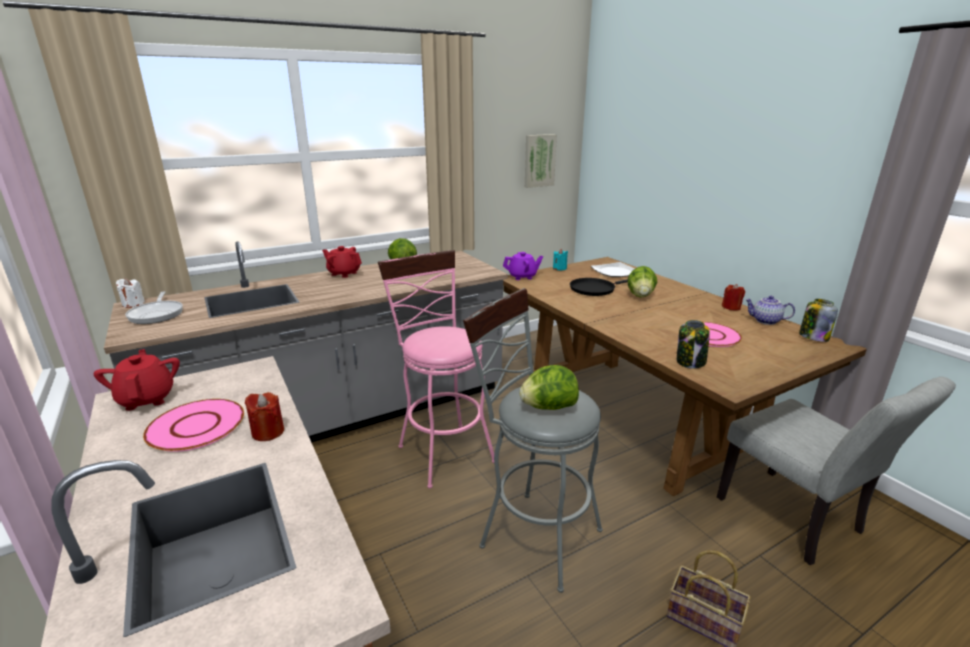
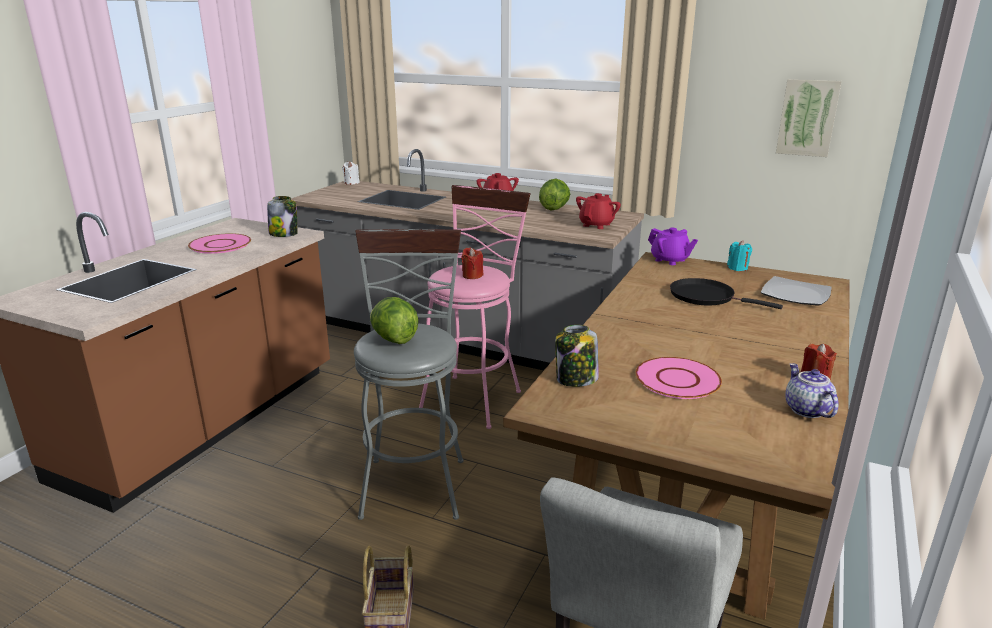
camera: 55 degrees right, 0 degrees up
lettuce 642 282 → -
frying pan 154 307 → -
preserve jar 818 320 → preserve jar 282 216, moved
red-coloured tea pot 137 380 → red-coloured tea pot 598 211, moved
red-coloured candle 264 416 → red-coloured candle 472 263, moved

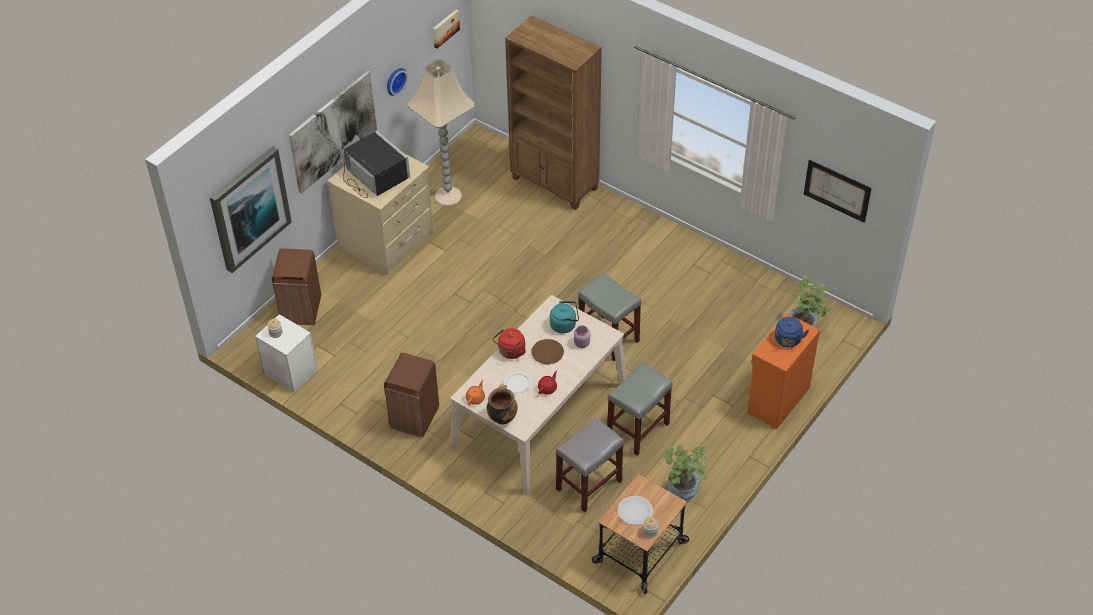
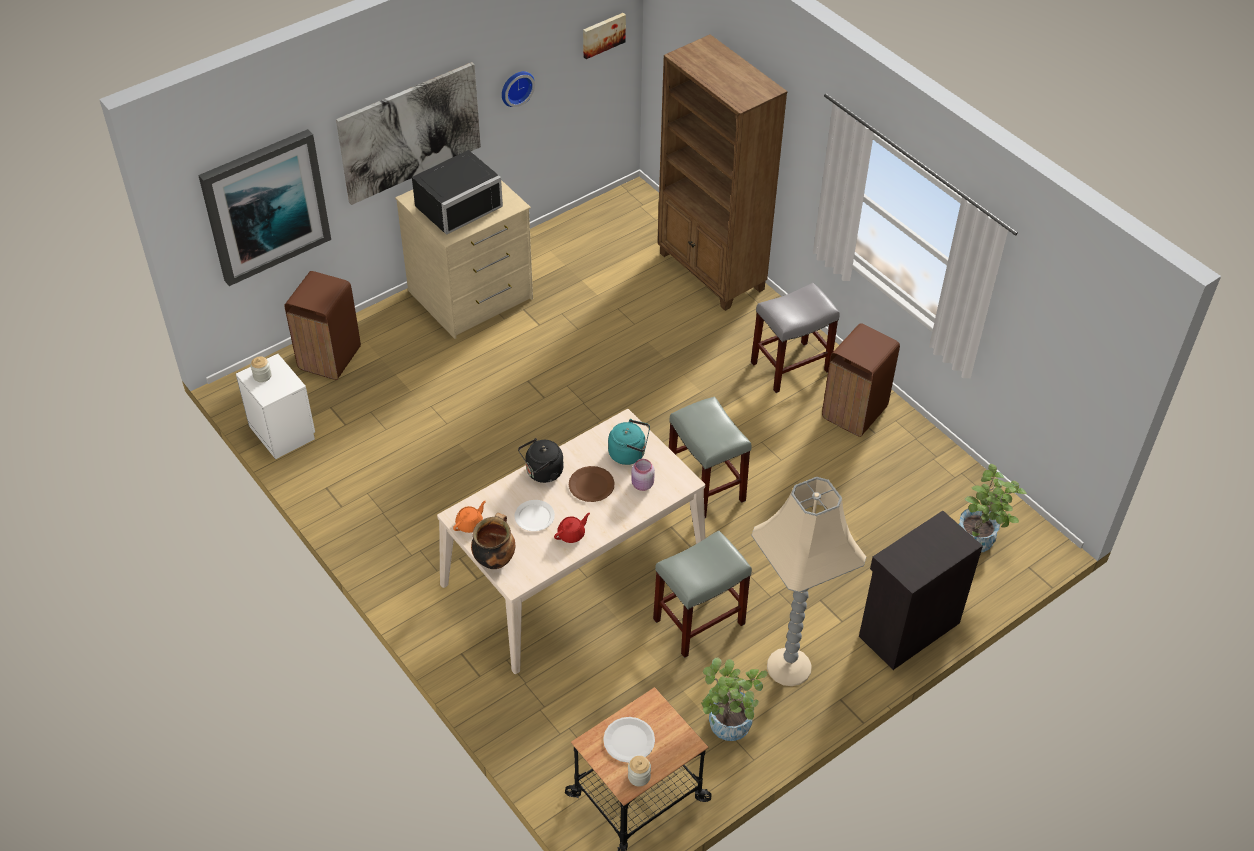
camera: 15 degrees right, 0 degrees up
beige floor lamp 441 132 → beige floor lamp 808 581, moved
black kitchen microwave 376 164 → black kitchen microwave 457 192, 75 degrees clockwise
picture 838 191 → -
orangey storage cabinet 783 371 → black storage cabinet 921 590
blue-coloured water kettle 792 332 → -
red-coloured water kettle 509 343 → black water kettle 540 460
brownish trash can 411 395 → brownish trash can 861 380, moved
greyish stool seat 590 465 → greyish stool seat 795 338, moved

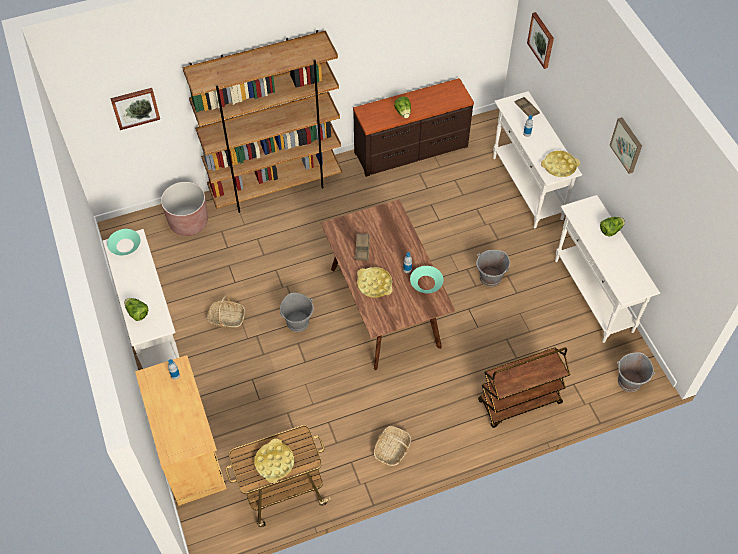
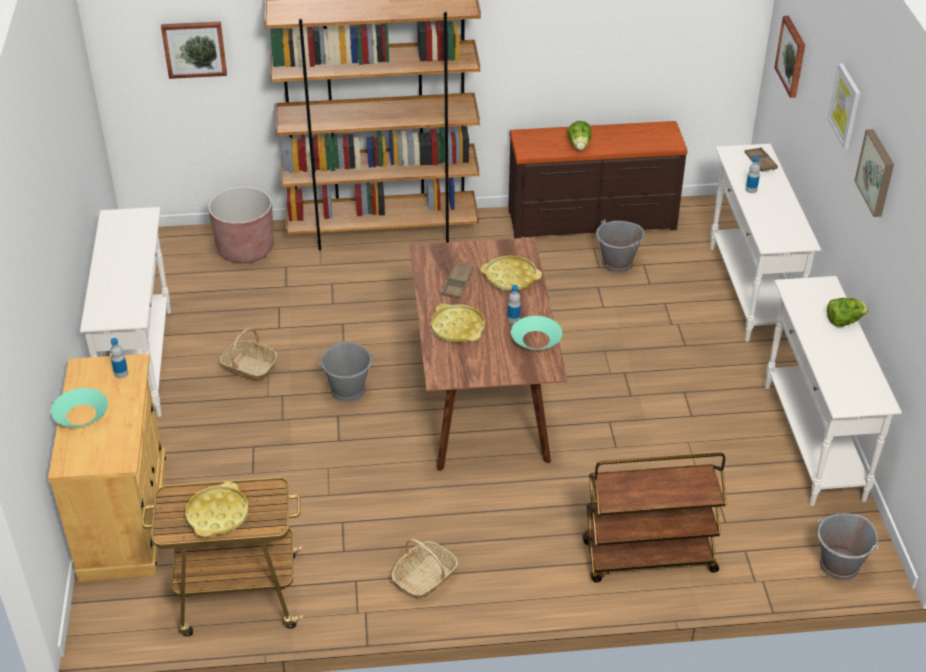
camera: 15 degrees right, 15 degrees down
yellow-coloured carrying tray 560 164 → yellow-coloured carrying tray 511 273, moved
blue-green serving bowl 123 242 → blue-green serving bowl 79 407, moved
greyish water bucket 493 268 → greyish water bucket 620 246, moved
lettuce 136 309 → -
- → picture 844 106

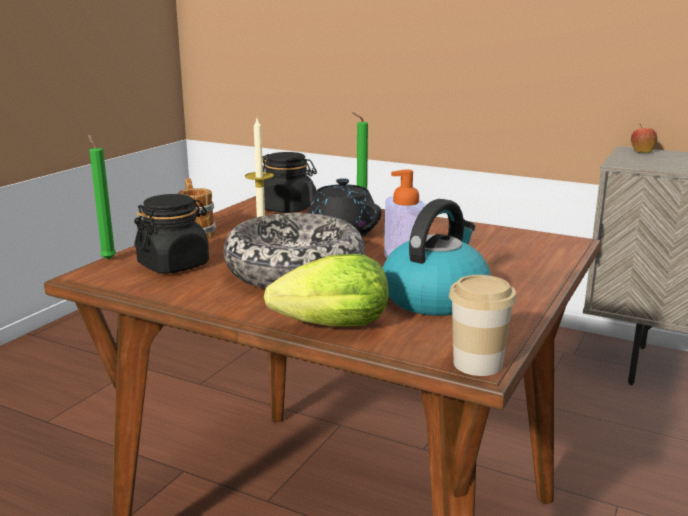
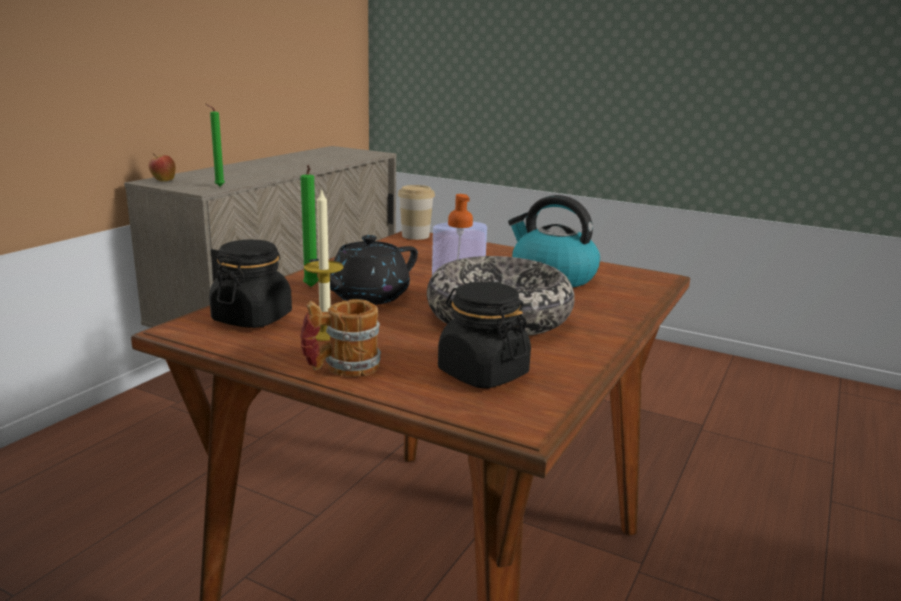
camera: 90 degrees left, 0 degrees up
greenish candle 102 197 → greenish candle 215 145, moved
lettuce 326 290 → -
drinking cup 483 325 → drinking cup 416 212, moved

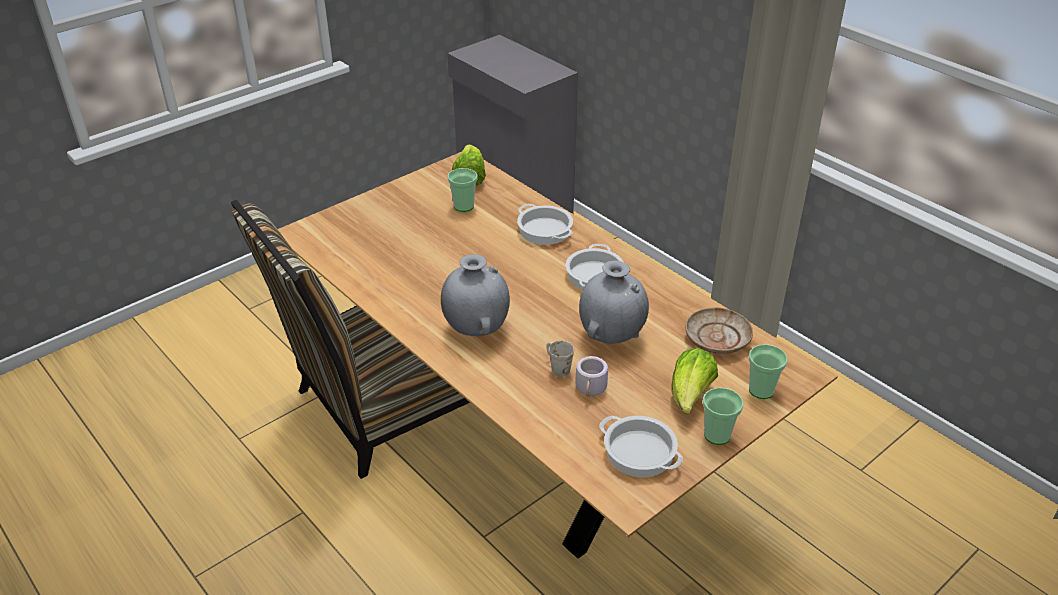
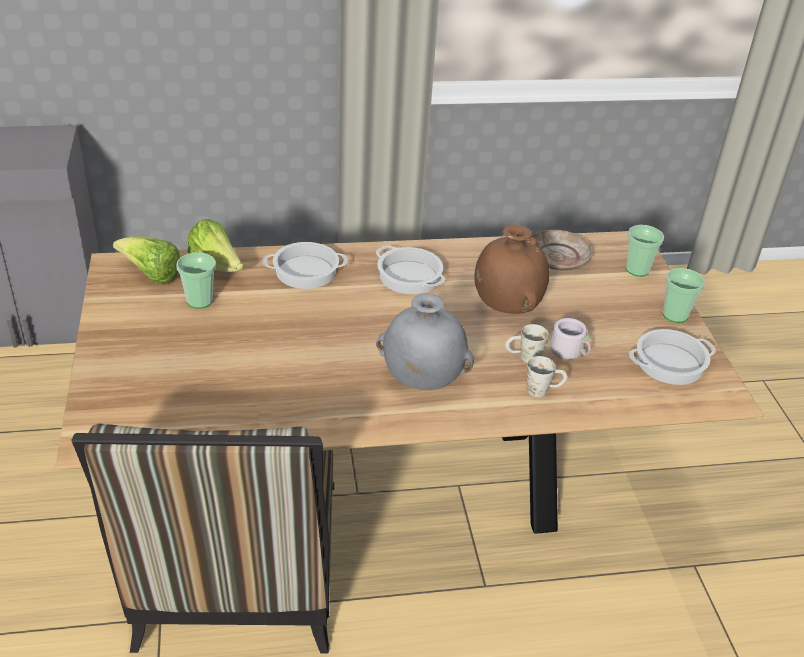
camera: 60 degrees left, 0 degrees up
greyish vase 614 302 → brownish vase 512 269
lettuce 694 381 → lettuce 215 245, moved
- → white-coloured mug 547 376

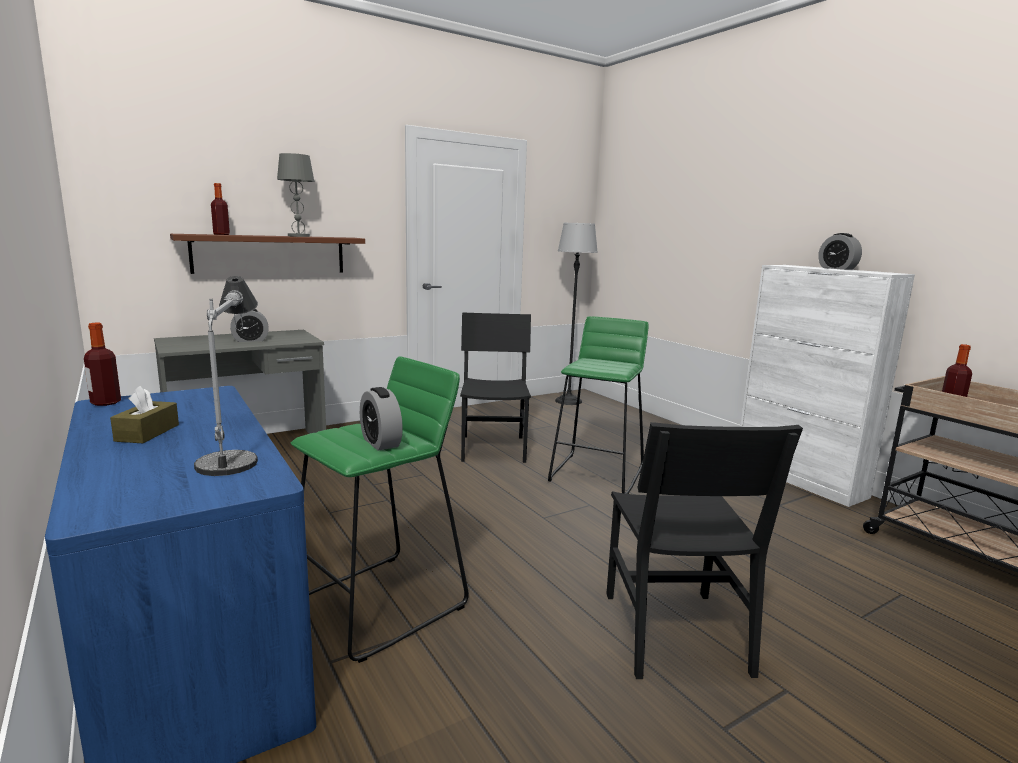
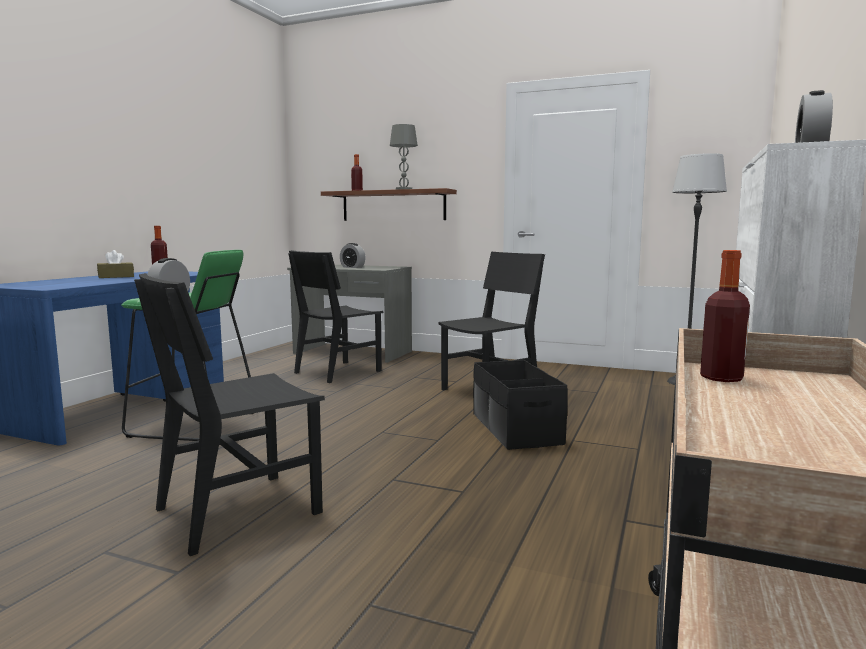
camera: 55 degrees right, 5 degrees down
table lamp 226 376 → -
greenish stool seat 598 405 → black storage box 520 405
- → black plain chair 336 316

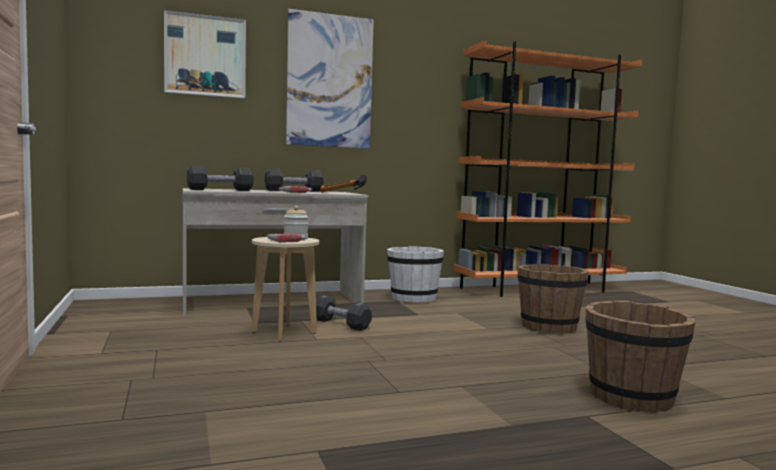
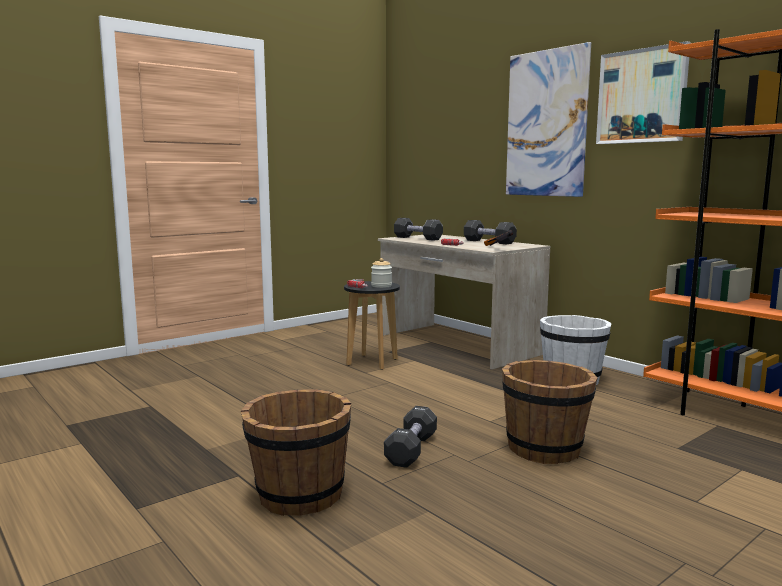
camera: 70 degrees right, 5 degrees up
picture 205 54 → picture 643 92, moved
beige stool seat 285 289 → black stool seat 372 325
black free weight 344 313 → black free weight 410 437, moved

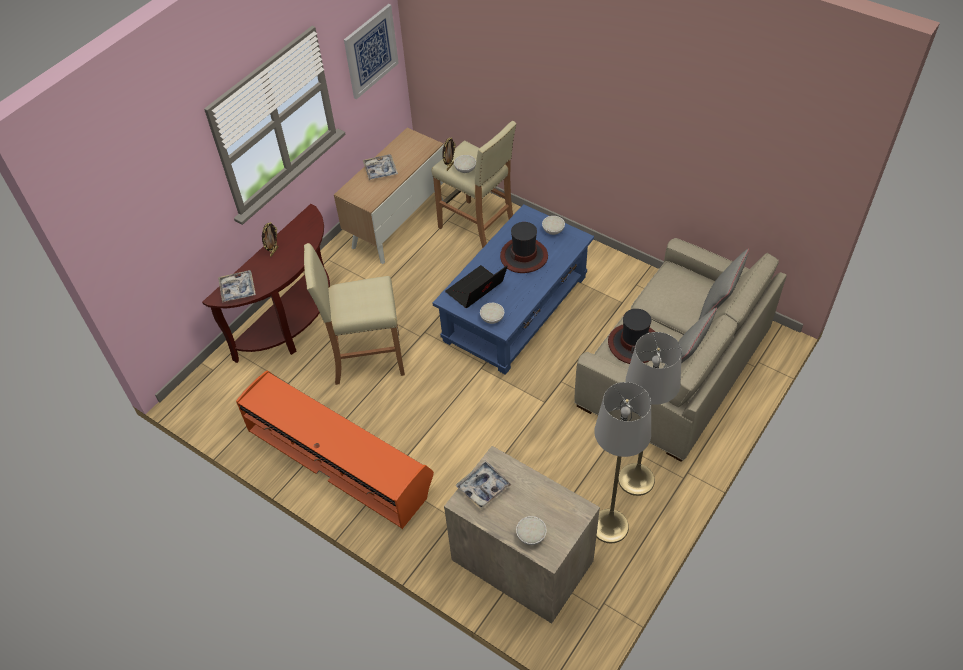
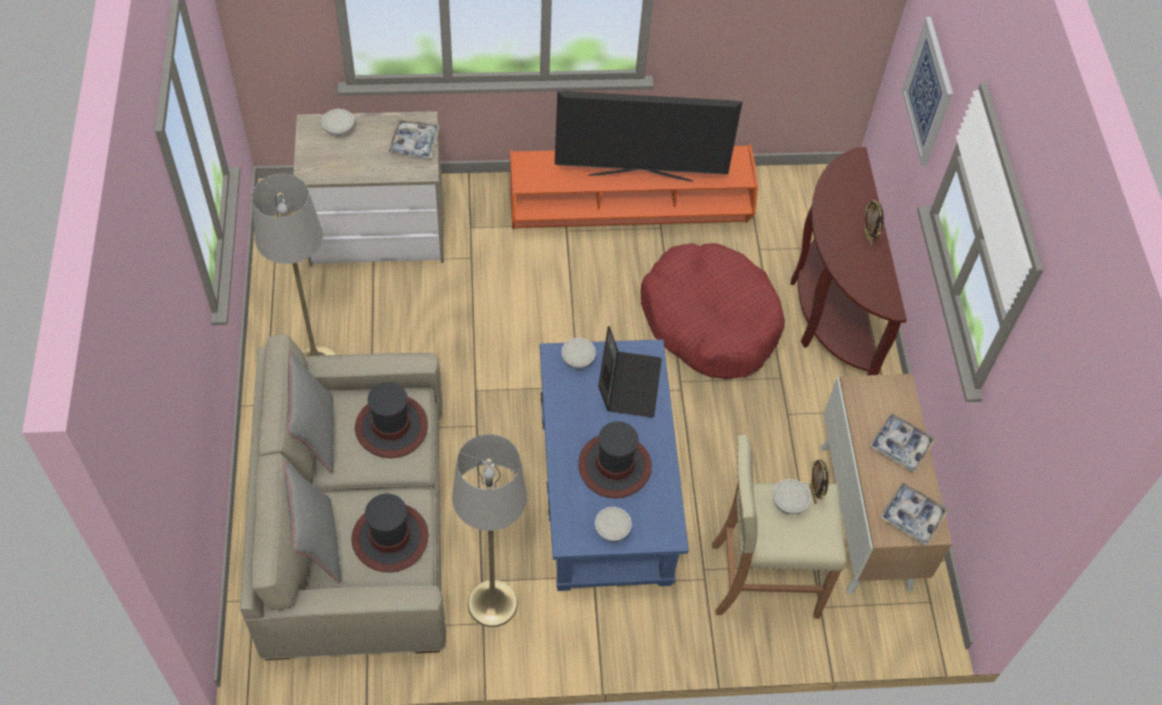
camera: 135 degrees right, 5 degrees up
picture 371 51 → picture 927 91, moved
beige stool seat 354 314 → red-coloured dog cushion 713 311
carrying tray 237 286 → carrying tray 914 514, moved
greyish floor lamp 622 462 → greyish floor lamp 489 530, moved
- → TV 648 136
- → wearable hat 389 533

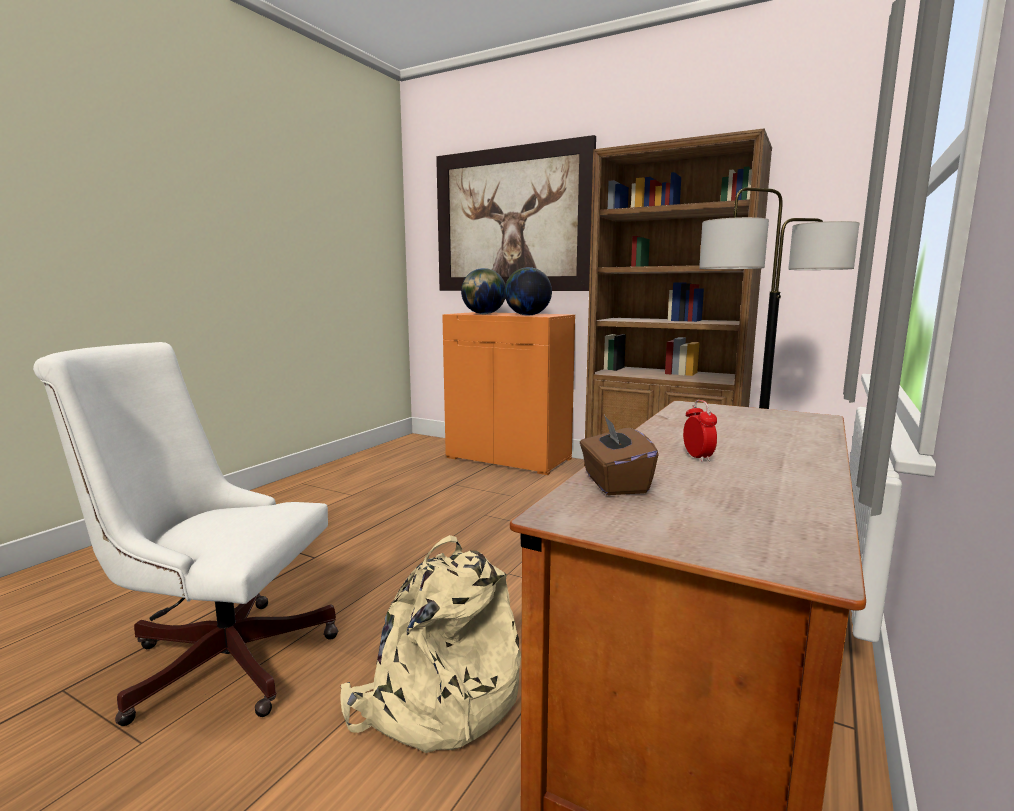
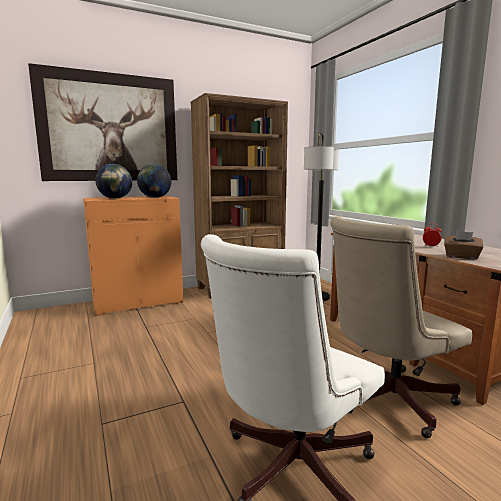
camera: 55 degrees left, 0 degrees up
beige rucksack 430 644 → beige desk chair 401 327

